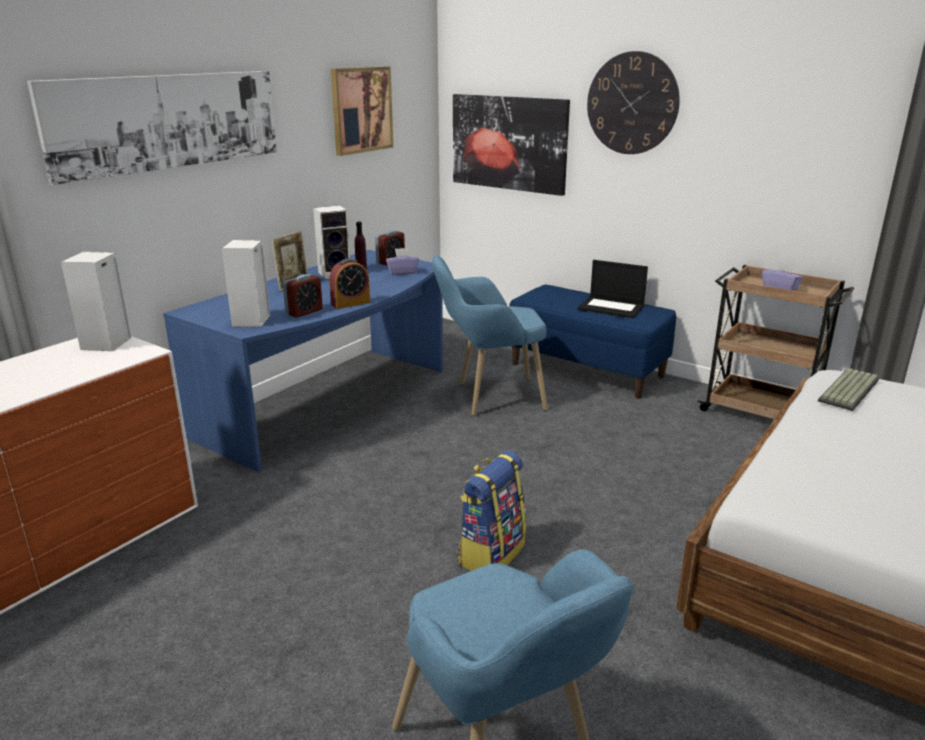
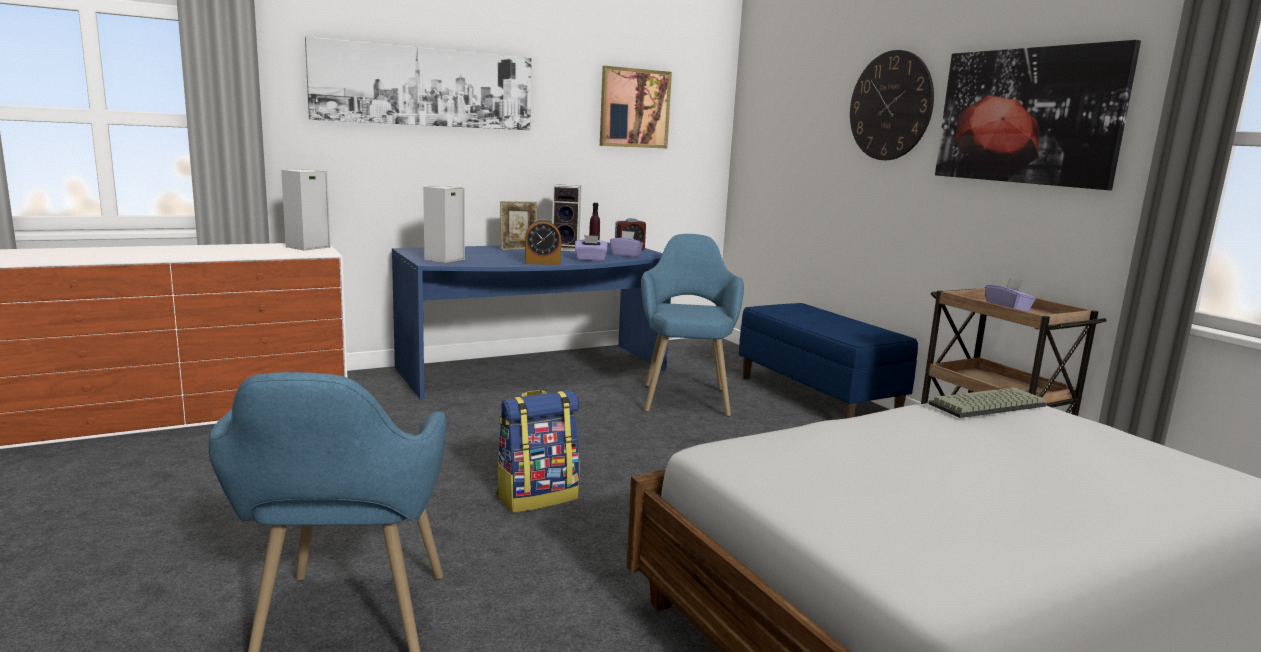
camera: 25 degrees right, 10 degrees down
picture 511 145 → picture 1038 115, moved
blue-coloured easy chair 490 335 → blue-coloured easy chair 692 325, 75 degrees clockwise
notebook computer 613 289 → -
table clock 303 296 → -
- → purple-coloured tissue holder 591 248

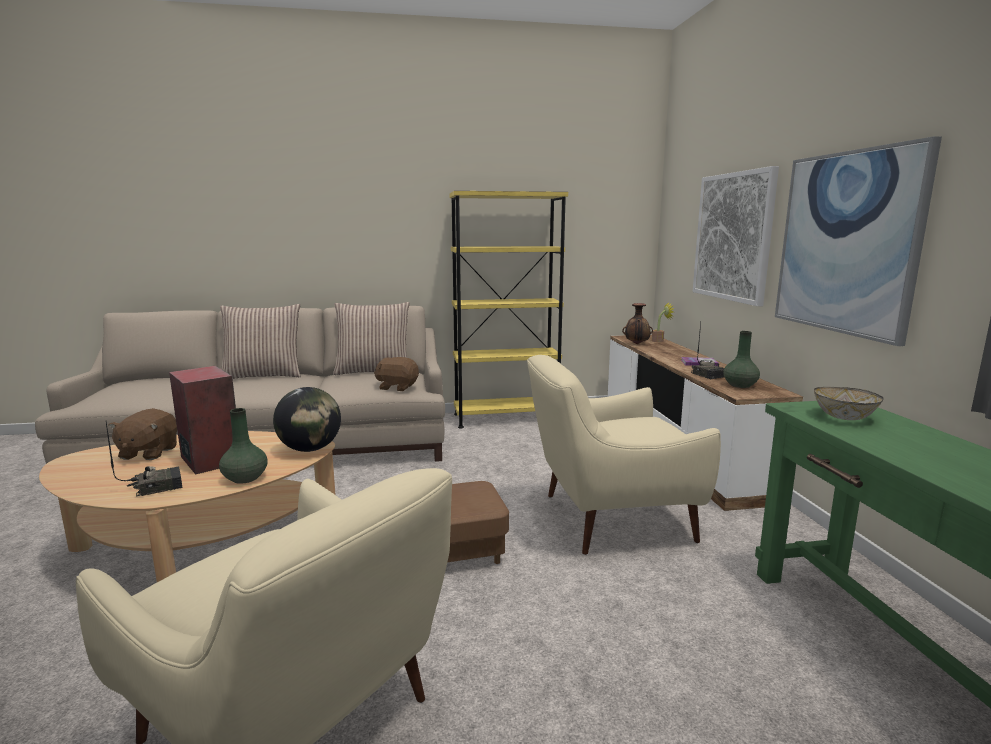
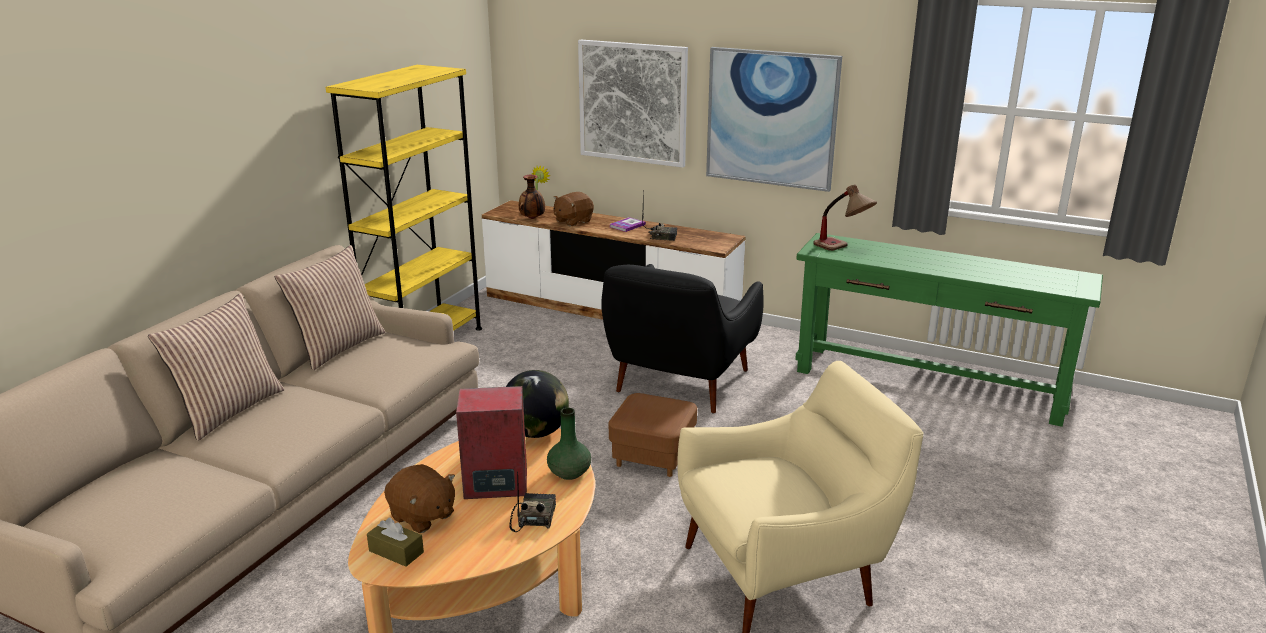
camera: 55 degrees left, 10 degrees up
greenish vase 741 359 → -
beige easy chair 624 455 → black easy chair 682 339
brownish soft toy 396 374 → brownish soft toy 573 209, moved
serving bowl 849 403 → table lamp 845 217
- → brownish tissue holder 395 542

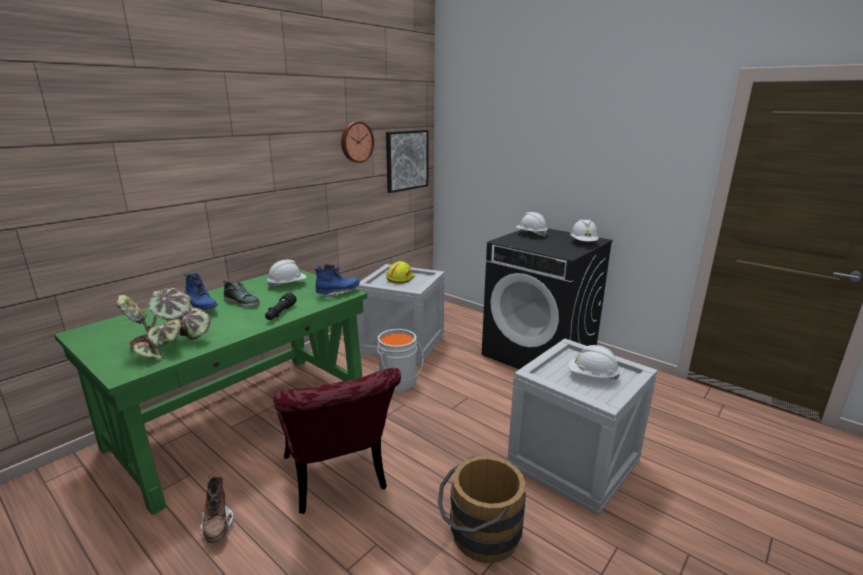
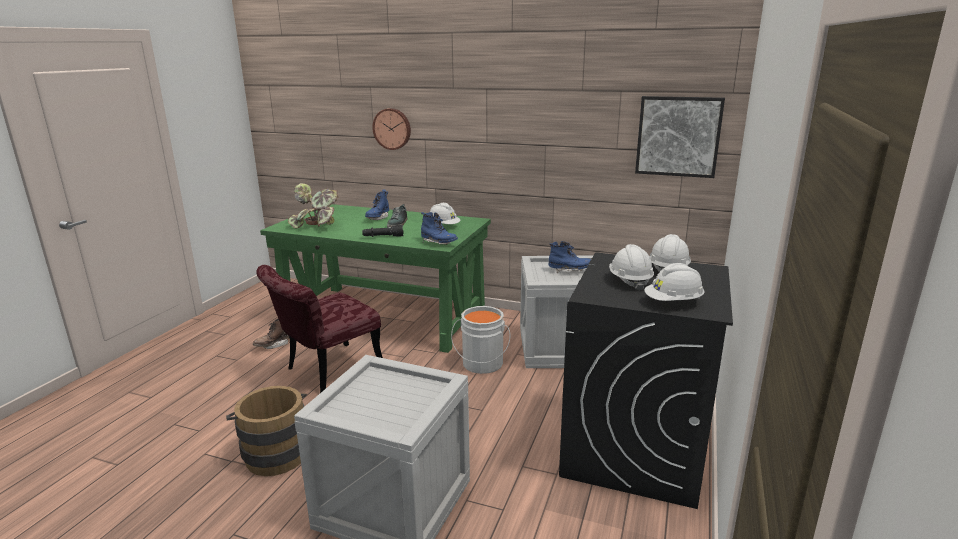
camera: 70 degrees right, 0 degrees up
hanging clock 357 142 → hanging clock 391 129, moved
yellow-coloured hard hat 400 272 → blue-coloured high-top boot 569 257
white-coloured hard hat 594 362 → white-coloured hard hat 631 267, moved

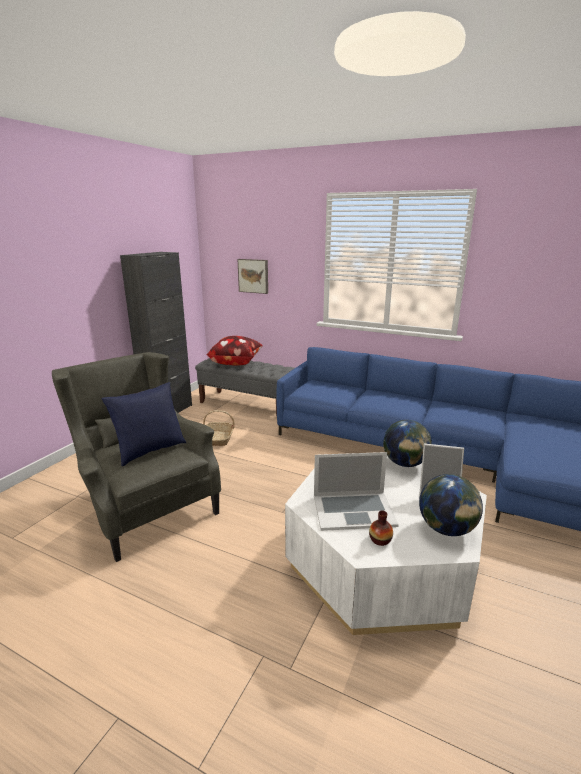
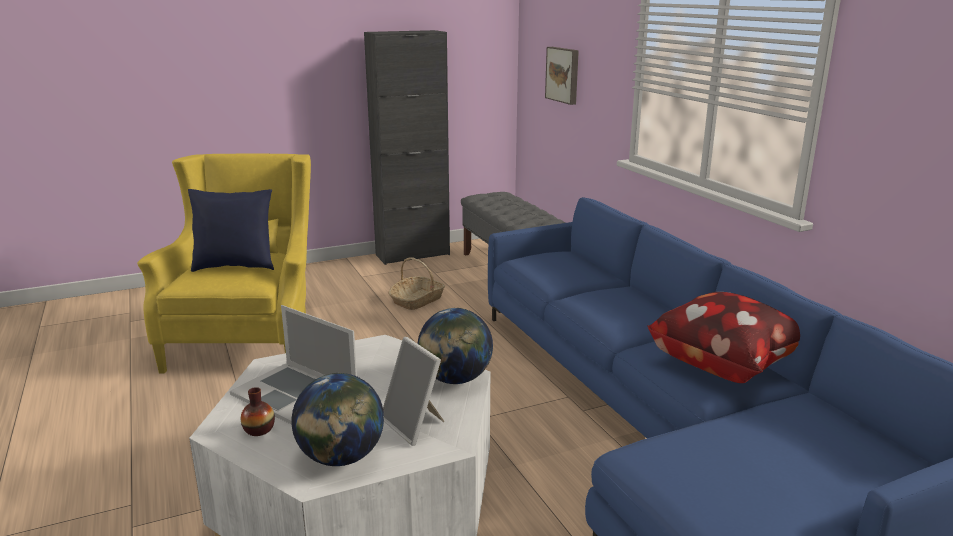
camera: 40 degrees right, 0 degrees up
throw pillow 234 351 → throw pillow 723 337, moved
greyish easy chair 136 457 → yellow-coloured easy chair 224 263

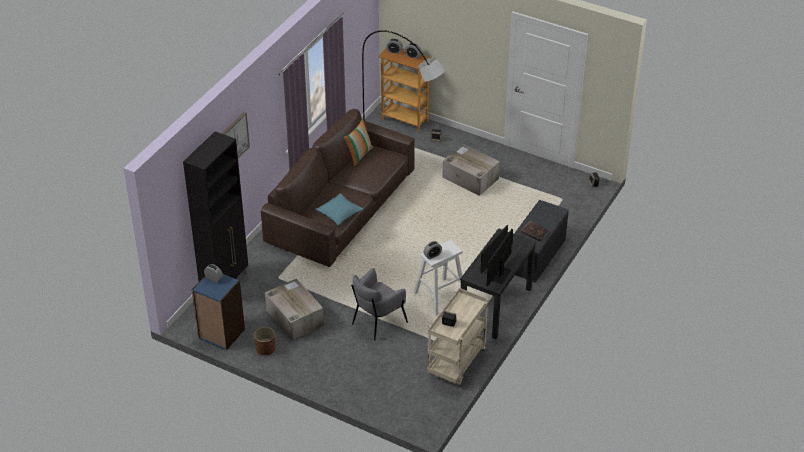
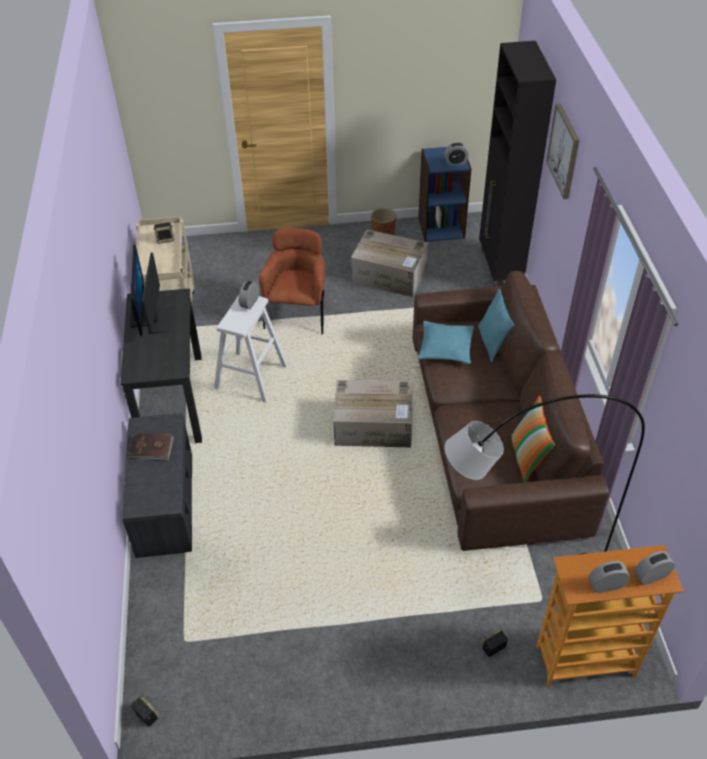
camera: 145 degrees right, 5 degrees up
packing box 471 170 → packing box 372 413, moved
greyish easy chair 379 304 → brownish easy chair 292 281
- → blue-green throw pillow 496 326

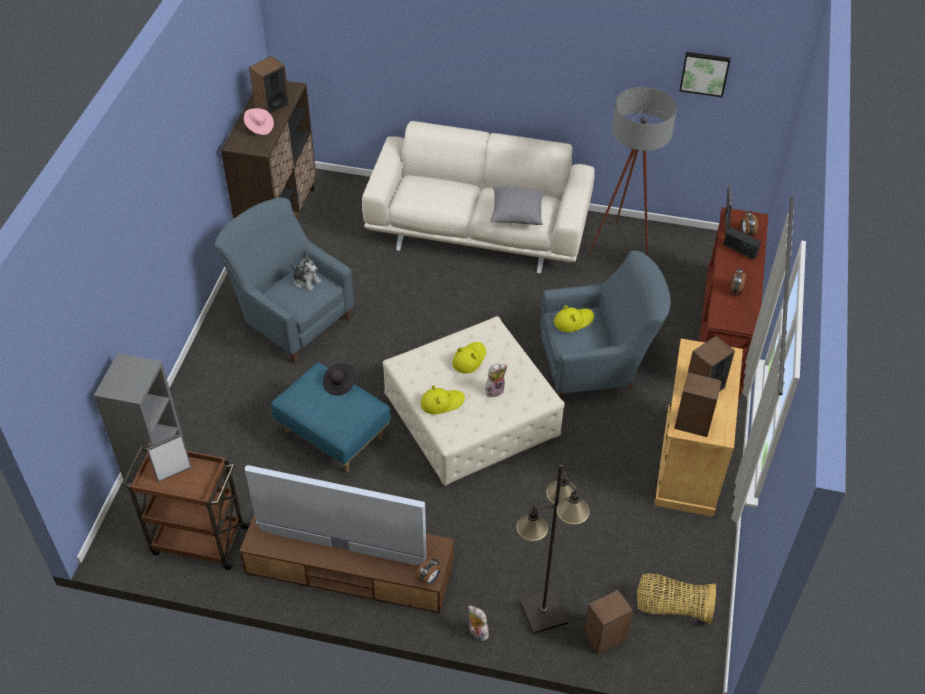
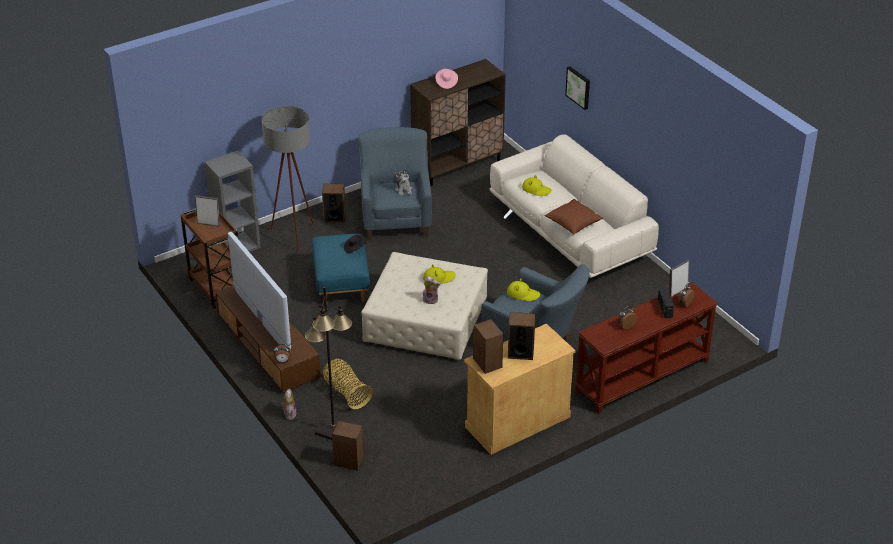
camera: 45 degrees right, 10 degrees down
picture 705 74 → picture 577 88, moved
loudspeaker 269 85 → loudspeaker 334 203, moved
greyish floor lamp 633 171 → greyish floor lamp 288 179, moved
greyish throw pillow 517 206 → brownish throw pillow 573 217
yellow-coloured wearable hat 443 399 → yellow-coloured wearable hat 537 185, moved
basket 676 598 → basket 348 384, moved

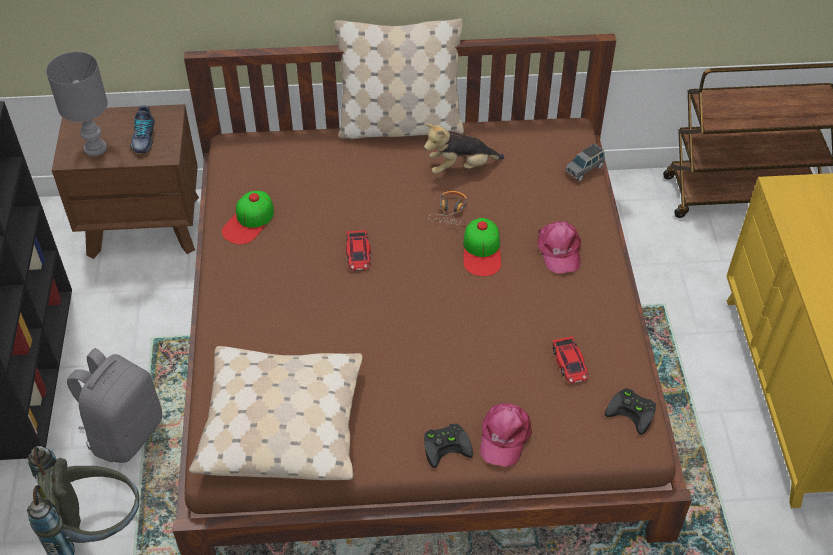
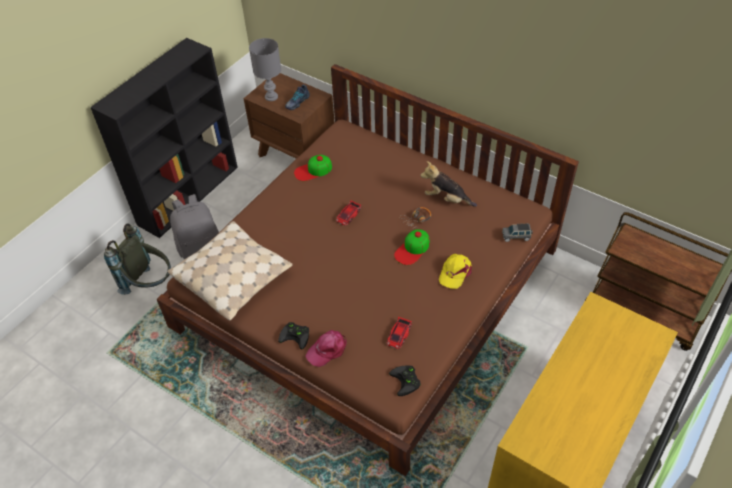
camera: 40 degrees right, 0 degrees up
beige throw pillow 399 79 → -
pink baseball cap 559 247 → yellow-coloured baseball cap 455 271

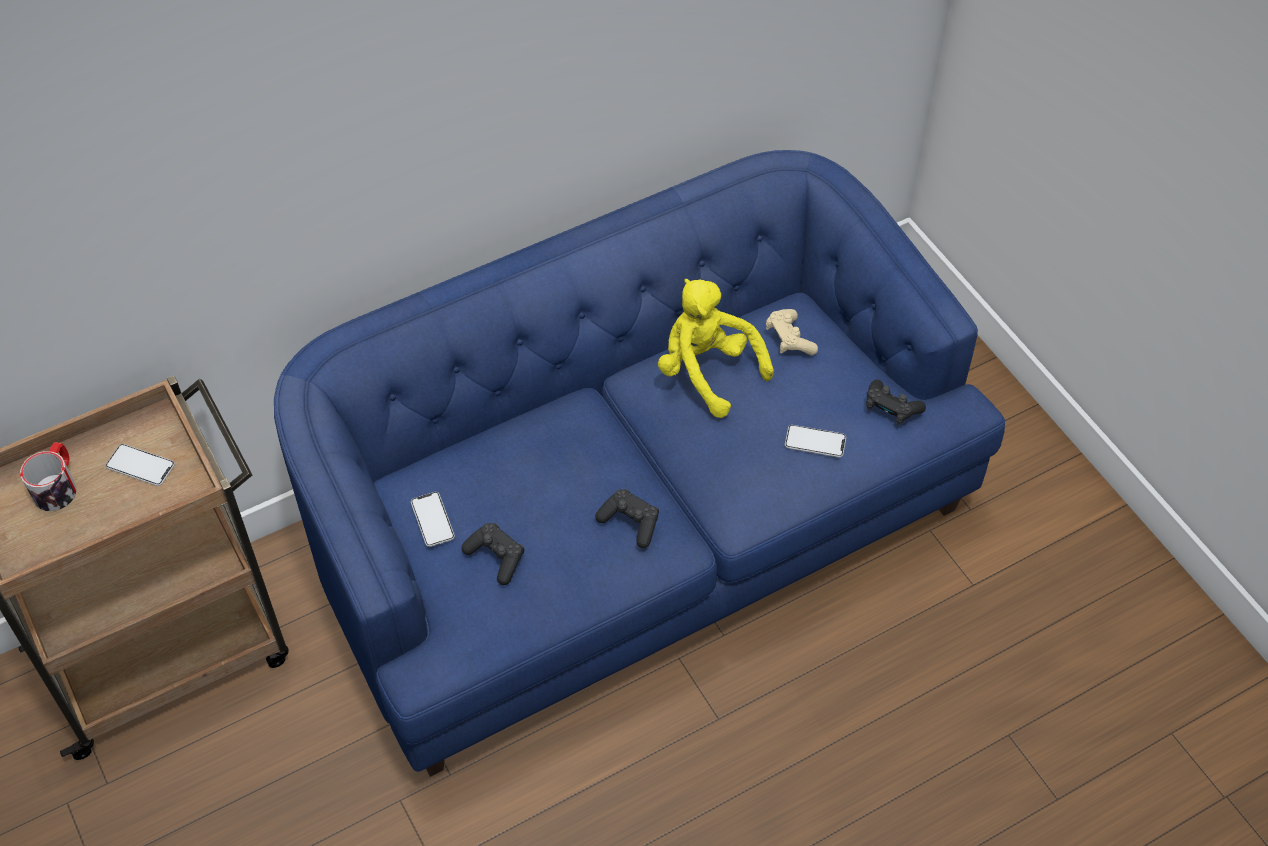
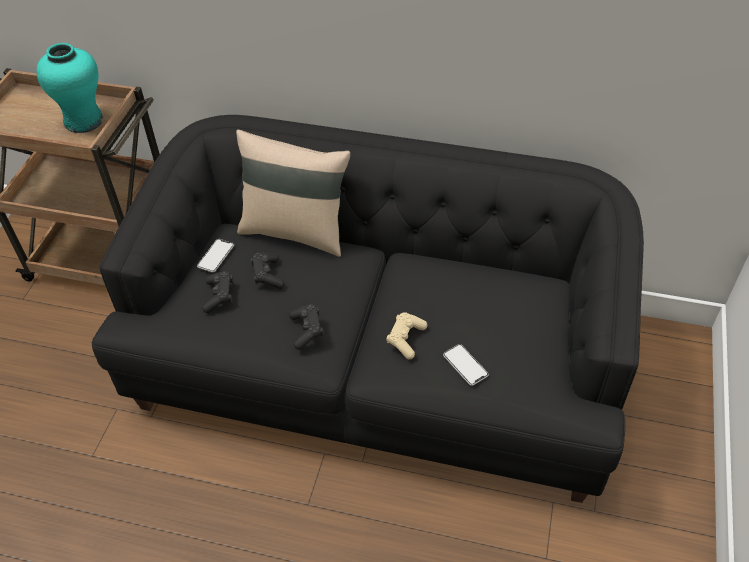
camera: 45 degrees right, 5 degrees down
blue-coloured sofa 639 463 → black sofa 367 309
yellow-coloured soft toy 716 348 → -
beige gamepad 792 332 → beige gamepad 407 336, moved
black gamepad 896 403 → black gamepad 267 270, moved
mug 48 476 → -
telephone 140 465 → blue-green vase 70 88
- → beige throw pillow 293 193

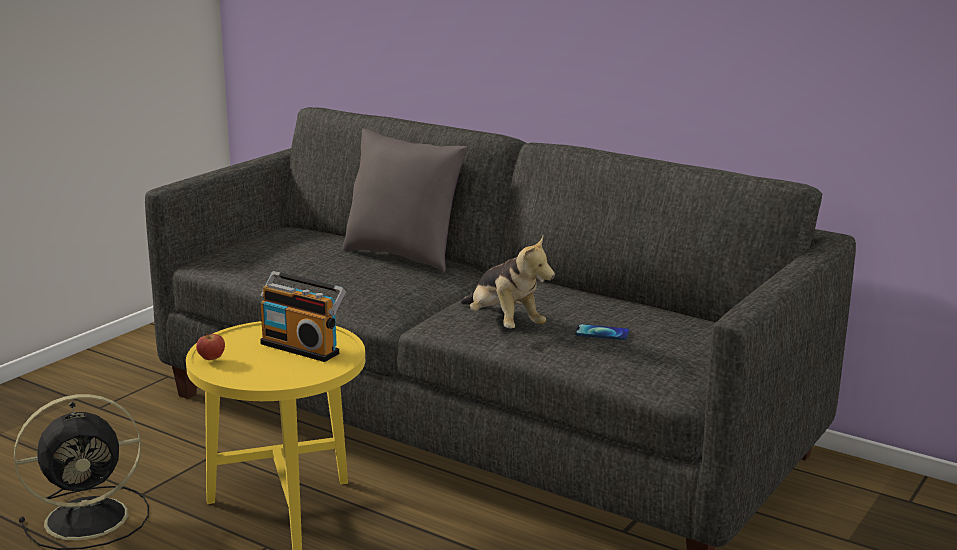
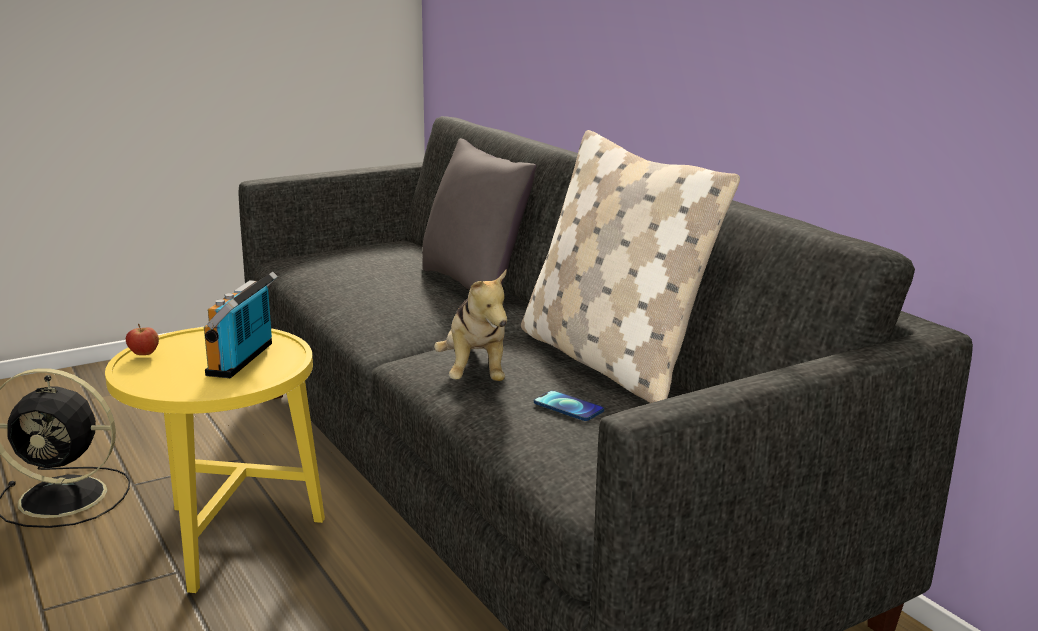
camera: 25 degrees right, 0 degrees up
radio 303 316 → radio 241 325, 45 degrees clockwise
- → beige throw pillow 630 266

